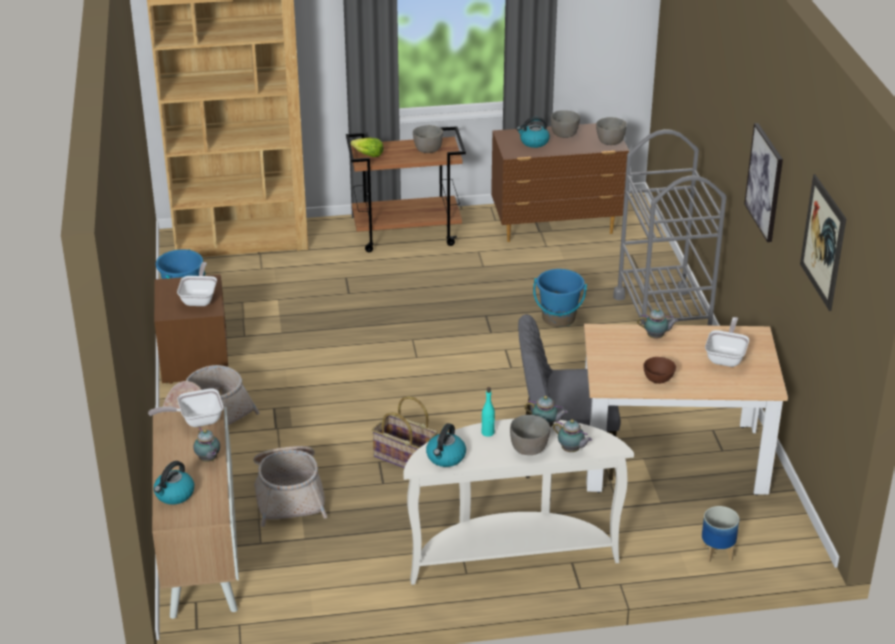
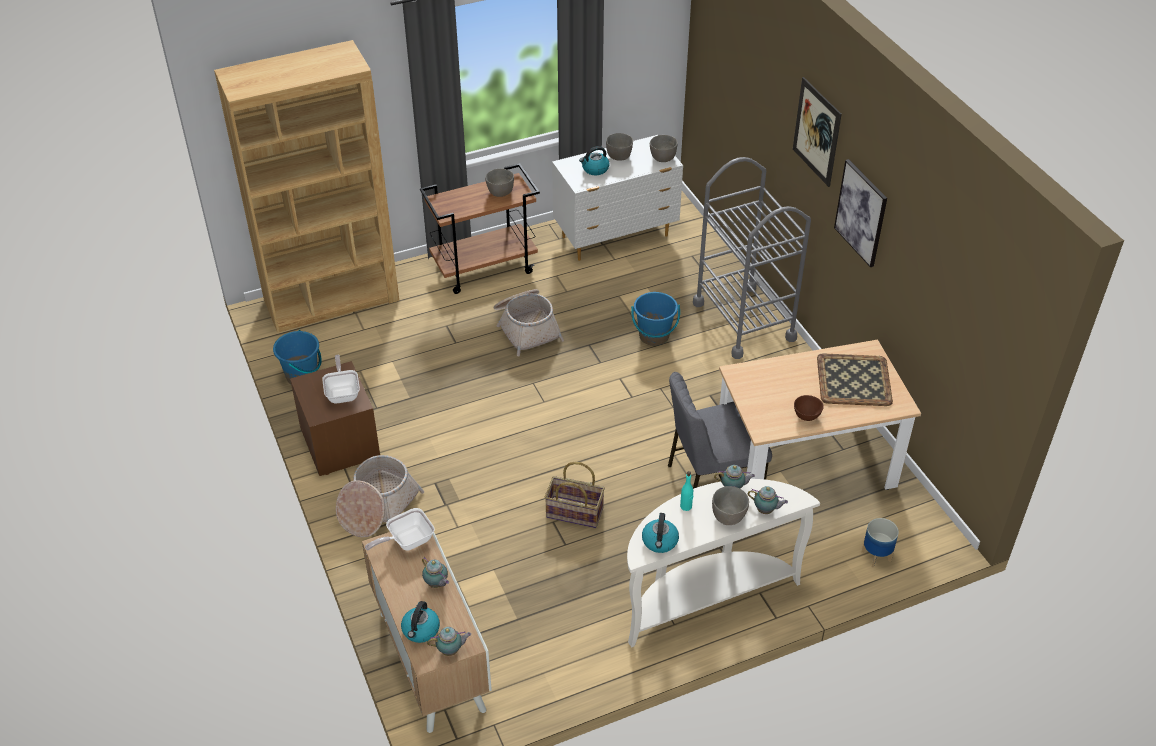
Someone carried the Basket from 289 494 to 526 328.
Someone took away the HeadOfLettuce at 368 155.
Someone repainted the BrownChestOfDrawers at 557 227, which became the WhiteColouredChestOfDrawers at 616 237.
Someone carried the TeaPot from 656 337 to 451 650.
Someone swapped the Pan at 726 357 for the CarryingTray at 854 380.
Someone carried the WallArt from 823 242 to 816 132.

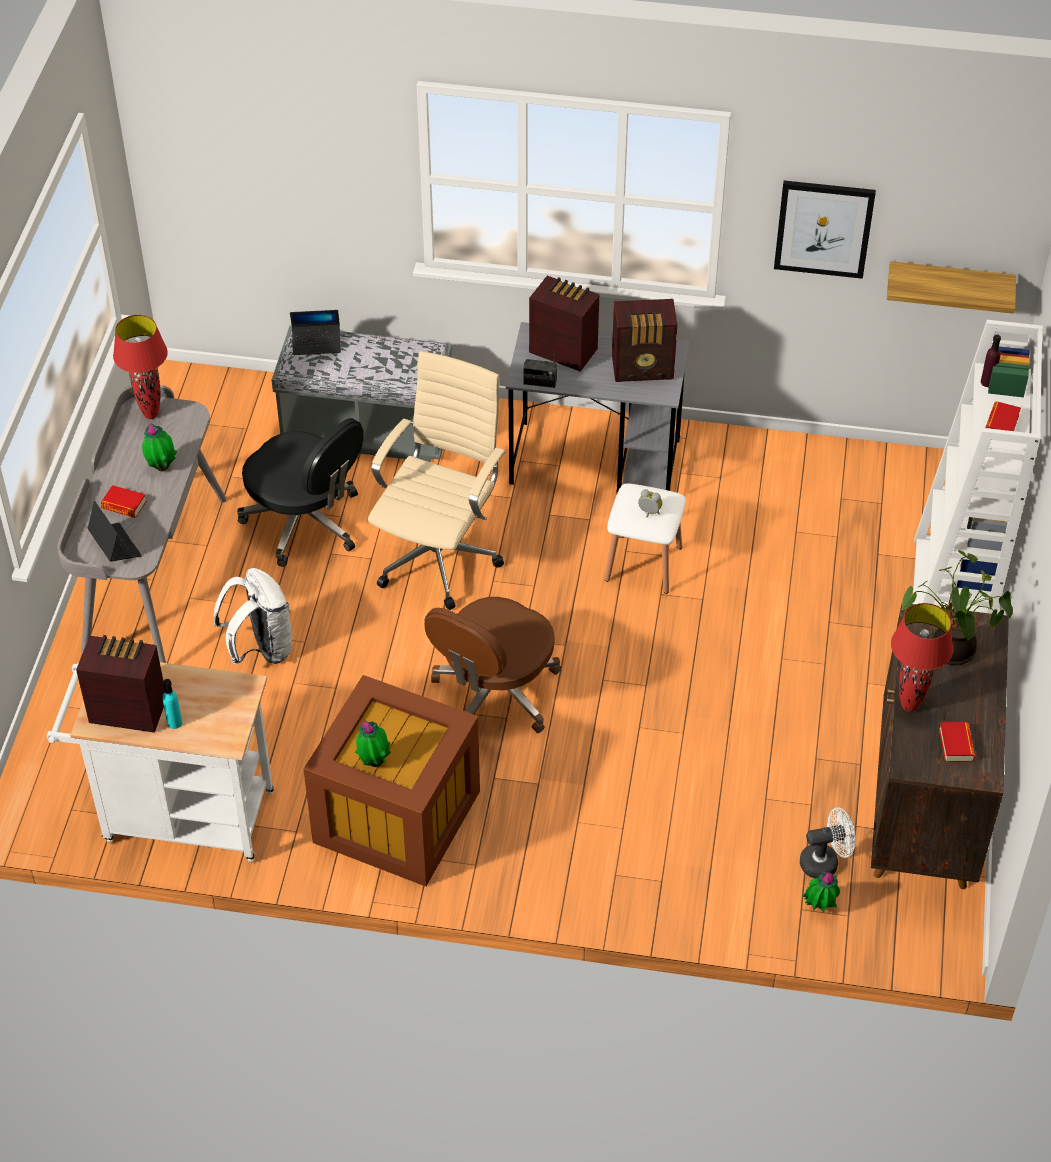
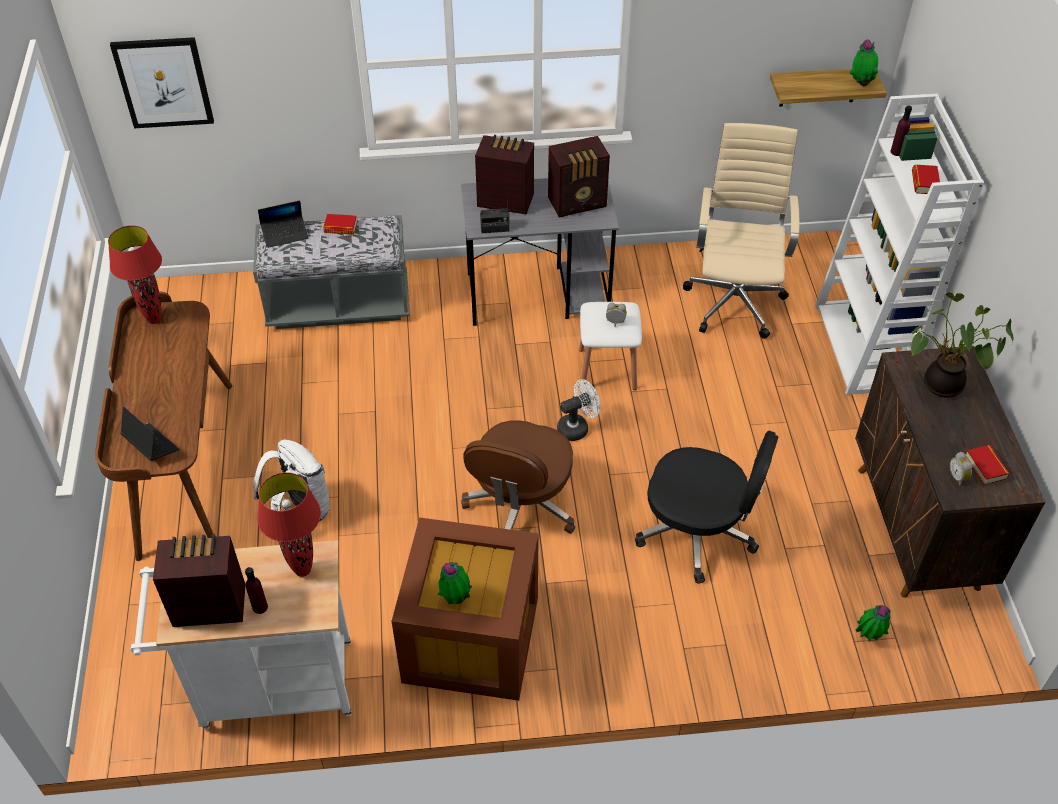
Someone repainted the GreyishDeskUnit at 153 578, which became the BrownDeskUnit at 184 467.
Someone carried the Book from 124 505 to 340 227.
Someone carried the PlantInAPot from 161 467 to 860 83.
Someone repainted the TurquoiseColouredBottle at 174 722, which became the PurplishBottle at 260 607.
Someone carried the BlackColouredDeskChair from 306 522 to 698 532.
Someone carried the SandColouredDeskChair from 440 556 to 734 300.
Someone carried the WallArt from 824 228 to 163 82.
Someone carried the WhiteColouredElectricFan from 825 862 to 577 427.
Someone carried the RedColouredTableLamp from 908 706 to 302 570.
Someone put down the TableClock at 958 477.

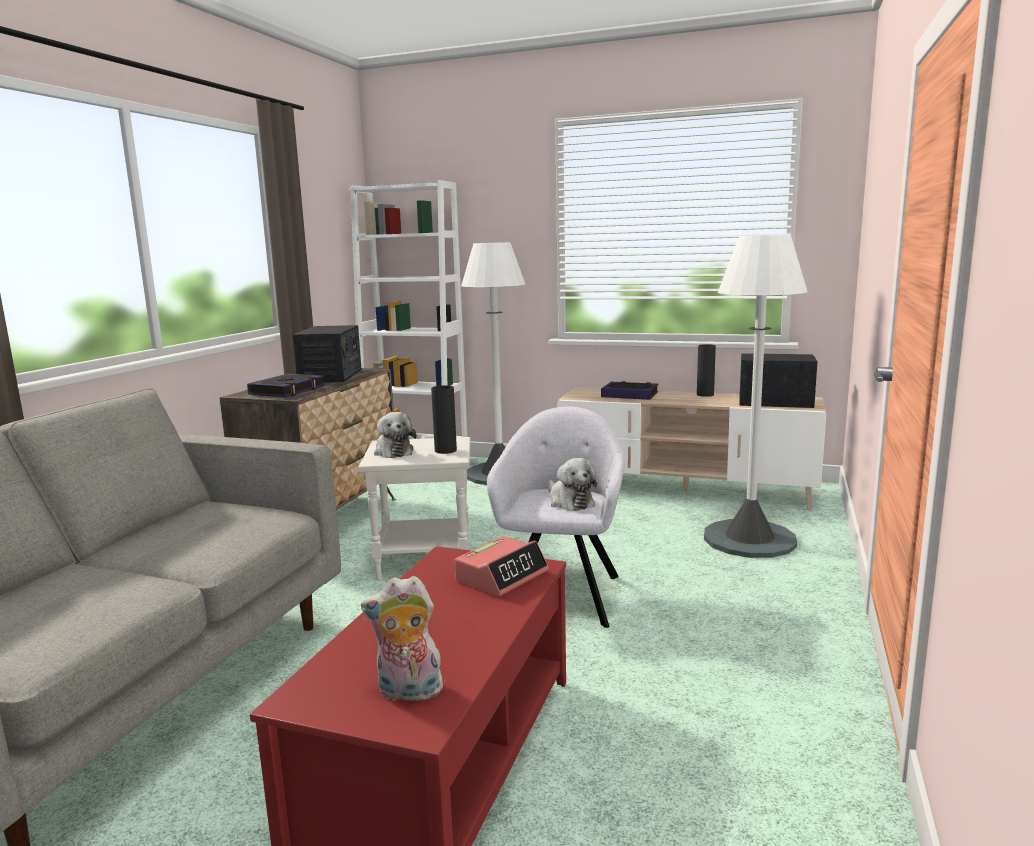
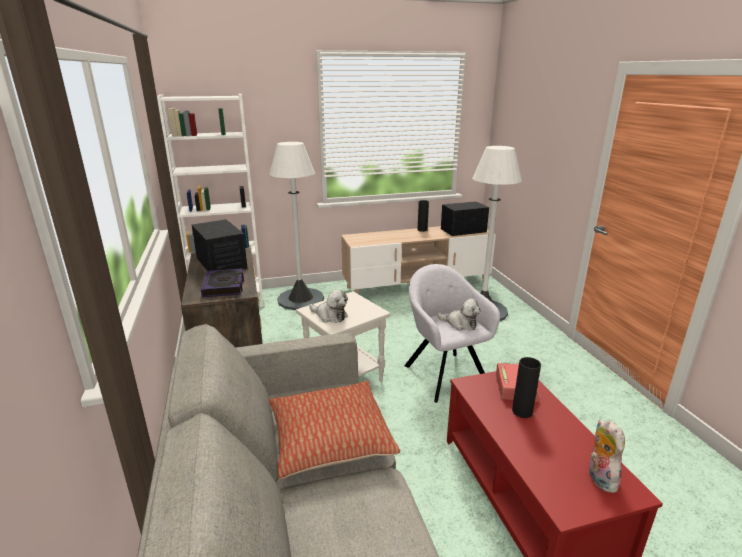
Someone rotated the CuddlyToy at 408 693 by 120 degrees clockwise.
Someone carried the BlackColouredFlowerVase from 445 450 to 522 411.
Someone took away the Book at 629 395.
Someone put down the Cushion at 330 439.

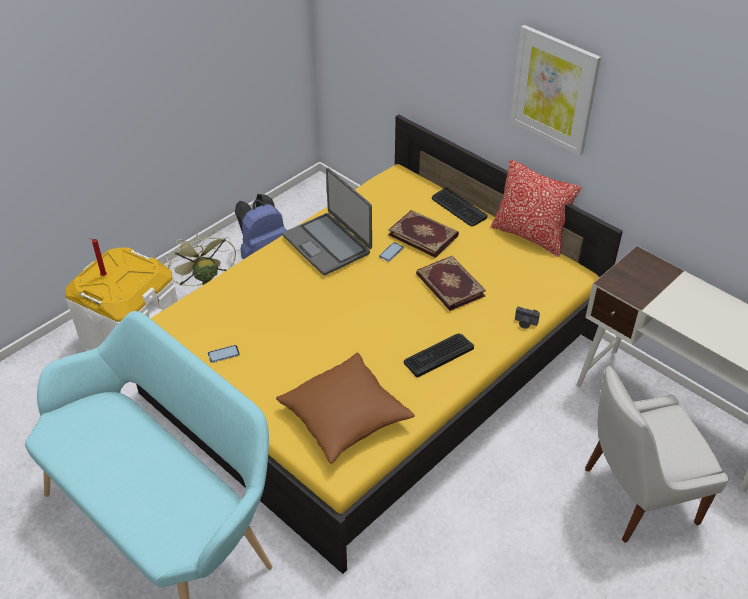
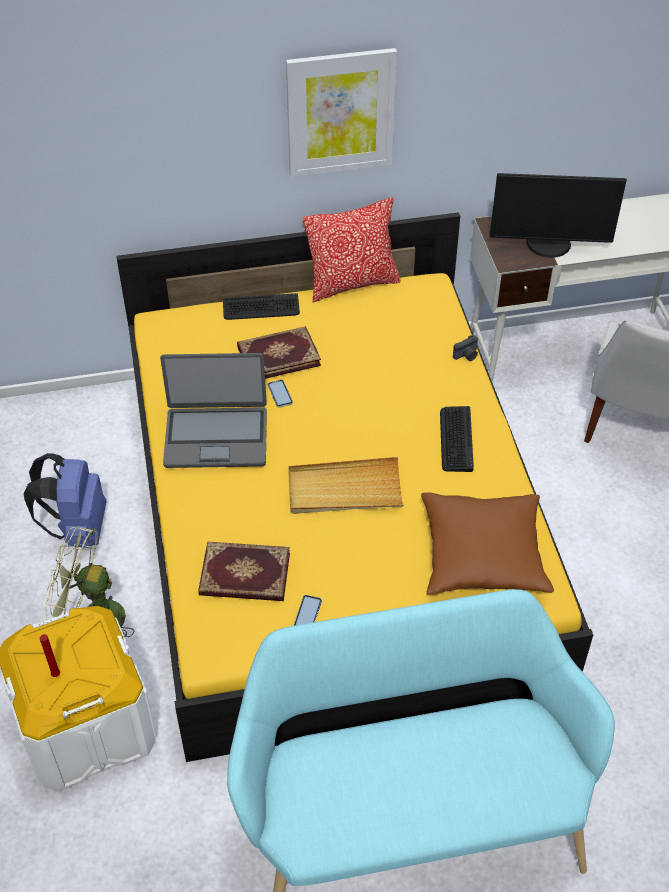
Someone carried the Book from 449 286 to 244 576.
Someone put down the SandColouredCarryingTray at 344 490.
Someone put down the Monitor at 548 245.

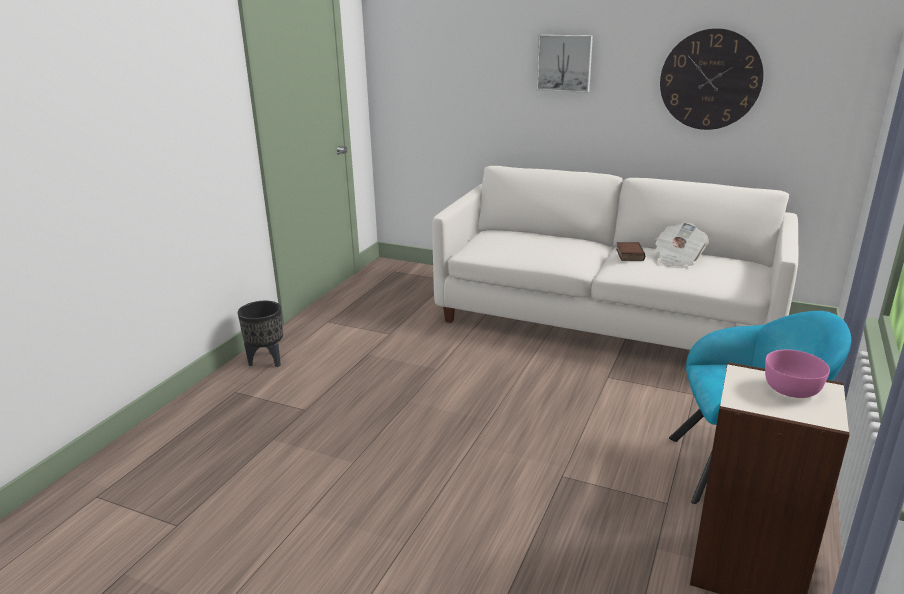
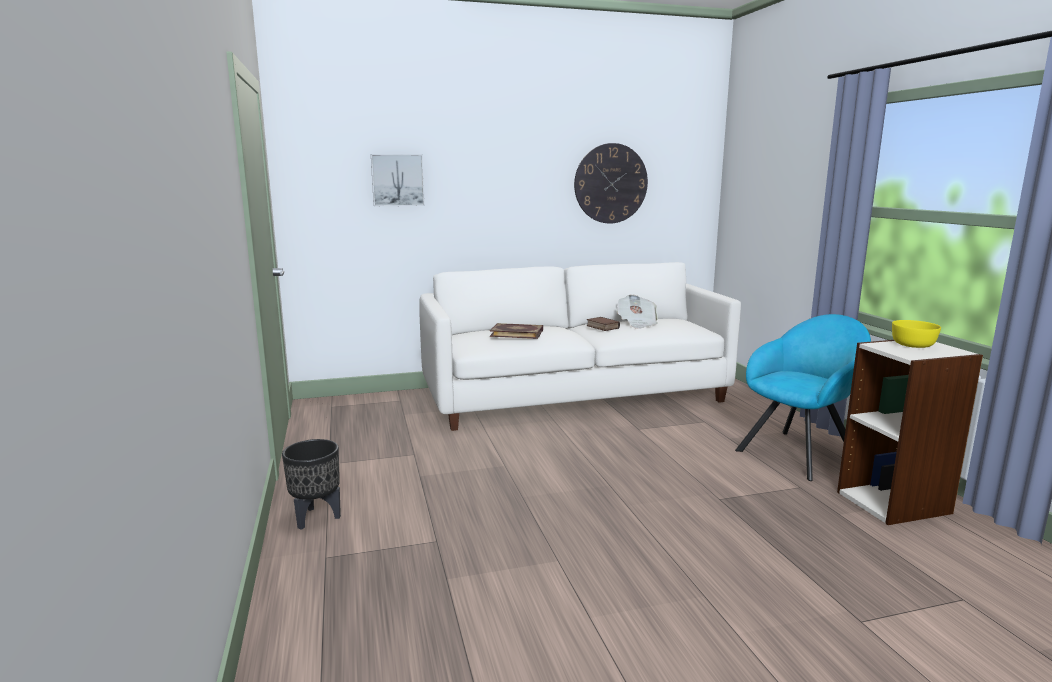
Someone carried the WallArt from 564 63 to 397 180.
Someone repainted the PinkBowl at 791 389, which became the YellowBowl at 913 345.
Someone put down the Book at 517 333.

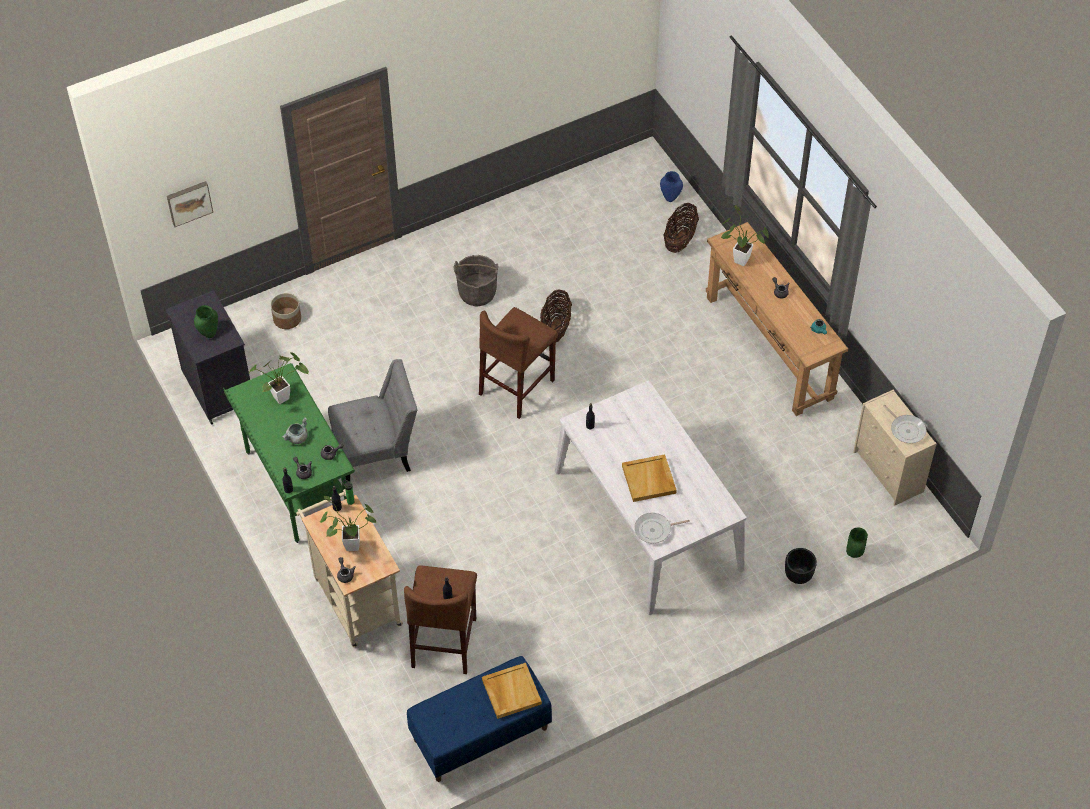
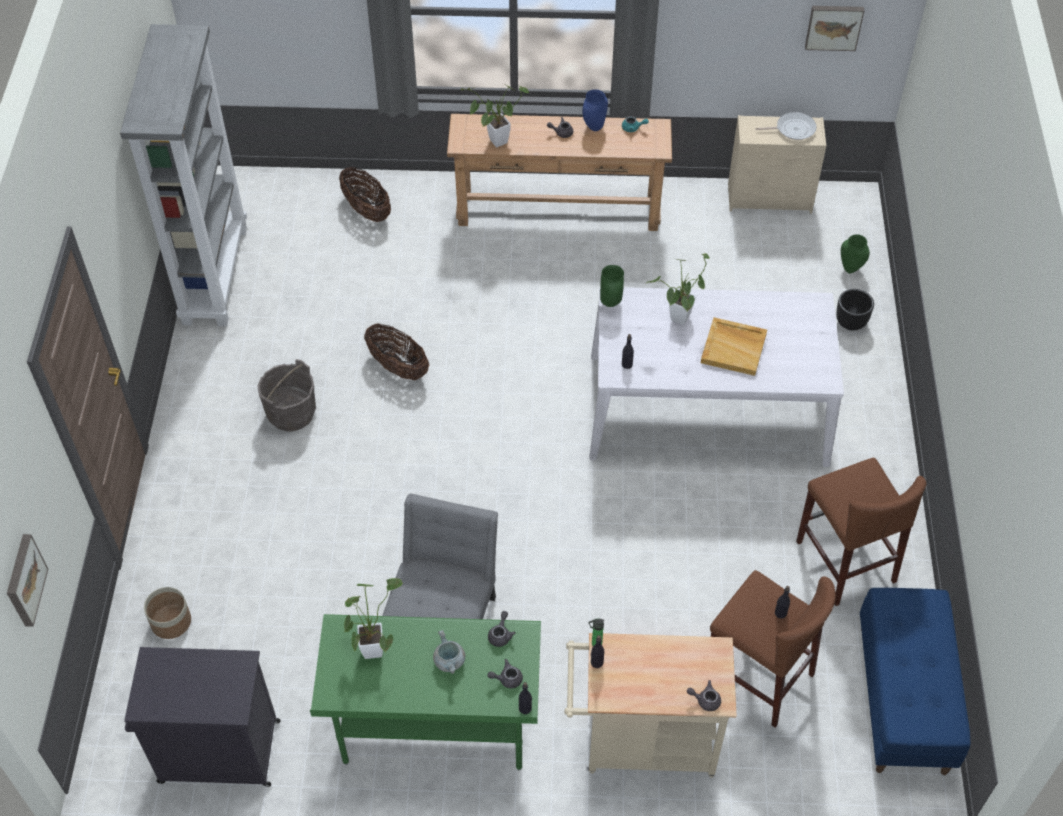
Someone carried the GreenishFlowerVase from 209 334 to 610 303.
Someone carried the PlantInAPot from 348 546 to 677 321.
Someone carried the BrownStool from 517 387 to 845 561.
Someone took away the SandColouredCarryingTray at 511 691.
Someone took away the Pan at 655 530.
Someone carried the BlueFlowerVase from 670 198 to 593 127.
Someone put down the GreyishBookshelf at 214 274.
Someone put up the WallArt at 833 26.

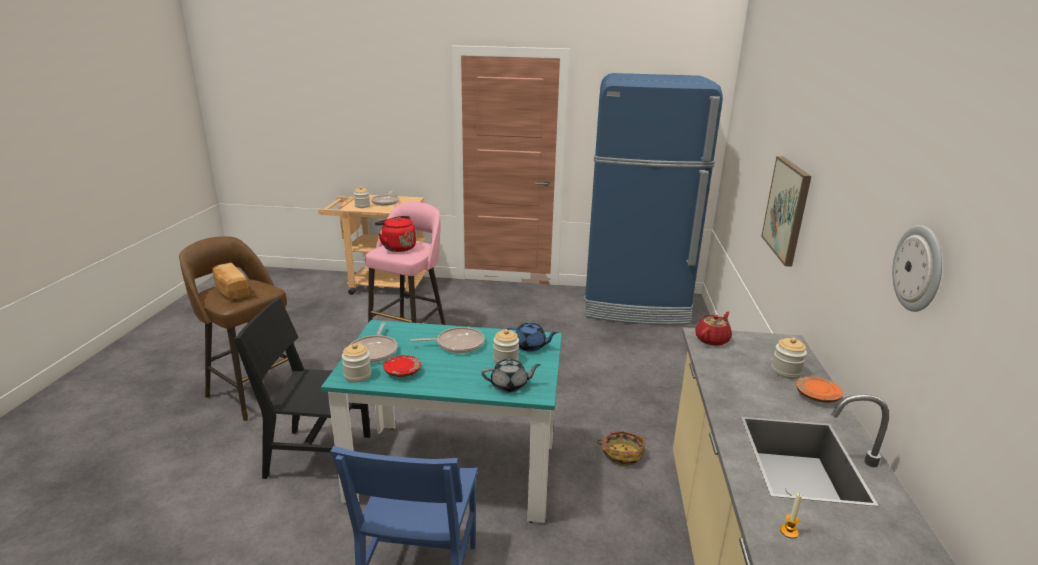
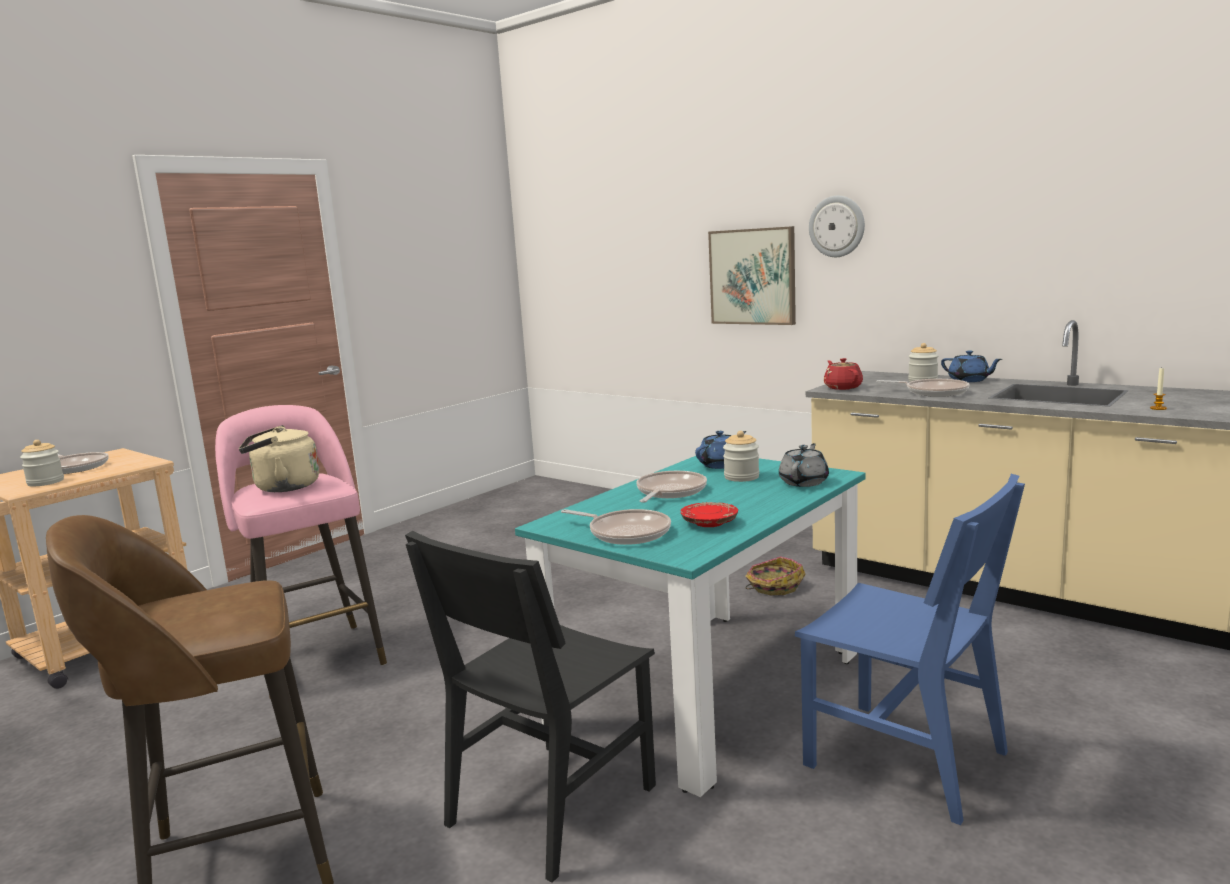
Someone took away the Bread at 231 291.
Someone took away the Jar at 357 375.
Someone repainted the RedColouredTeaKettle at 397 247, which became the SandColouredTeaKettle at 283 487.
Someone took away the BlueFridge at 635 306.
Someone swapped the OrangeFlatDish at 817 396 for the BlueTeaPot at 969 380.
Someone carried the WallClock from 919 268 to 837 226.
Someone put down the Pan at 933 392.

